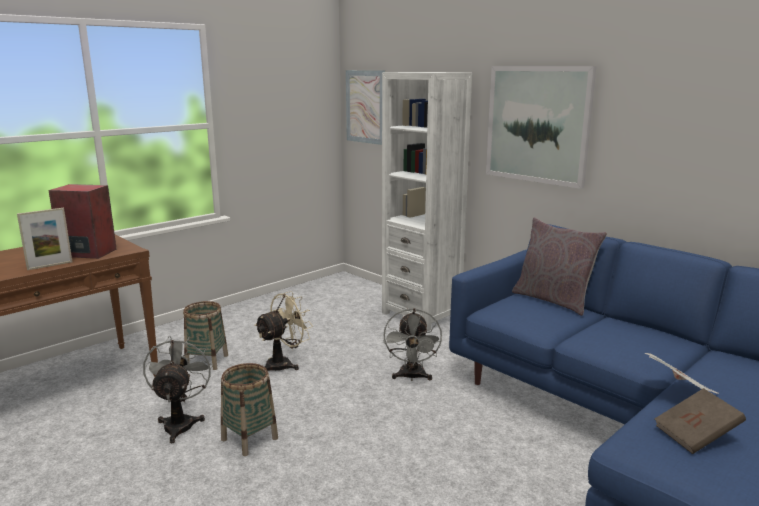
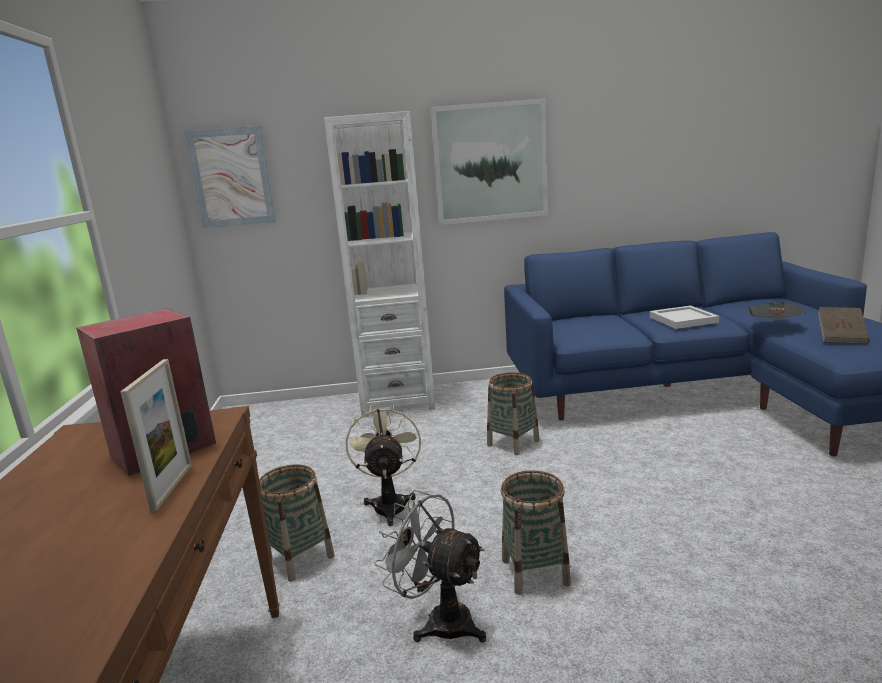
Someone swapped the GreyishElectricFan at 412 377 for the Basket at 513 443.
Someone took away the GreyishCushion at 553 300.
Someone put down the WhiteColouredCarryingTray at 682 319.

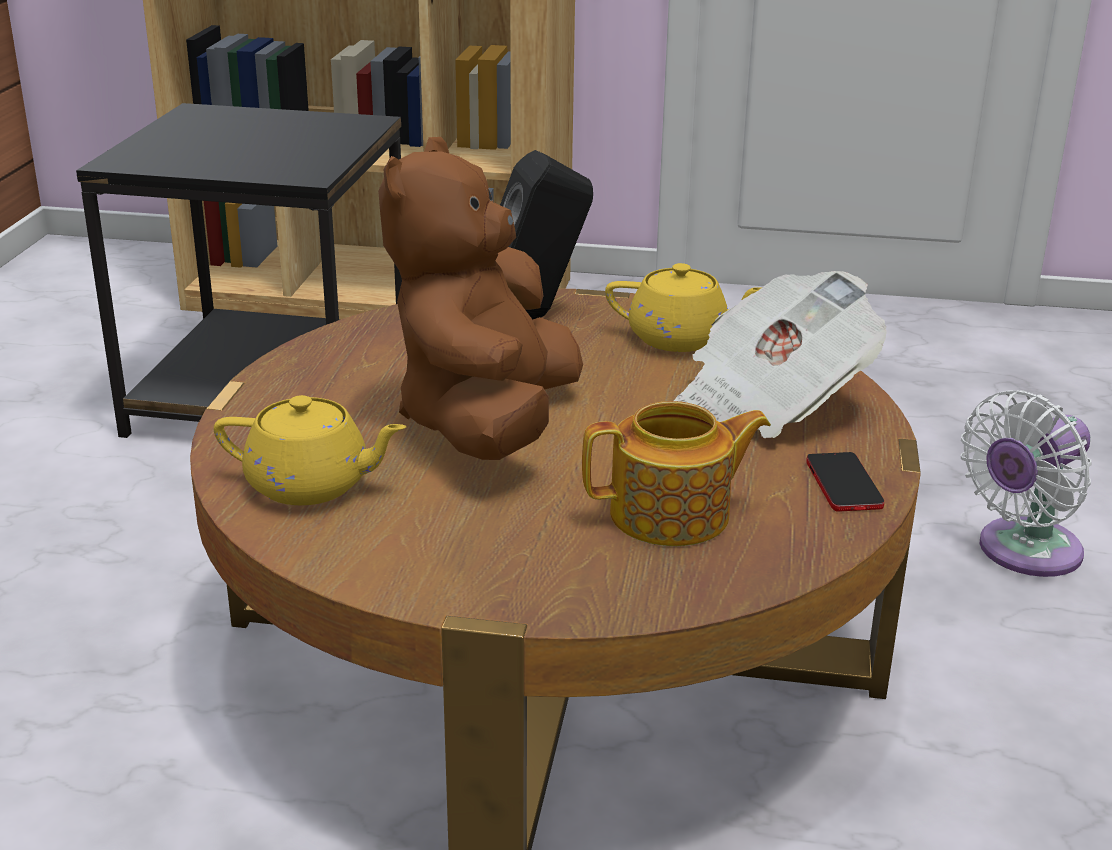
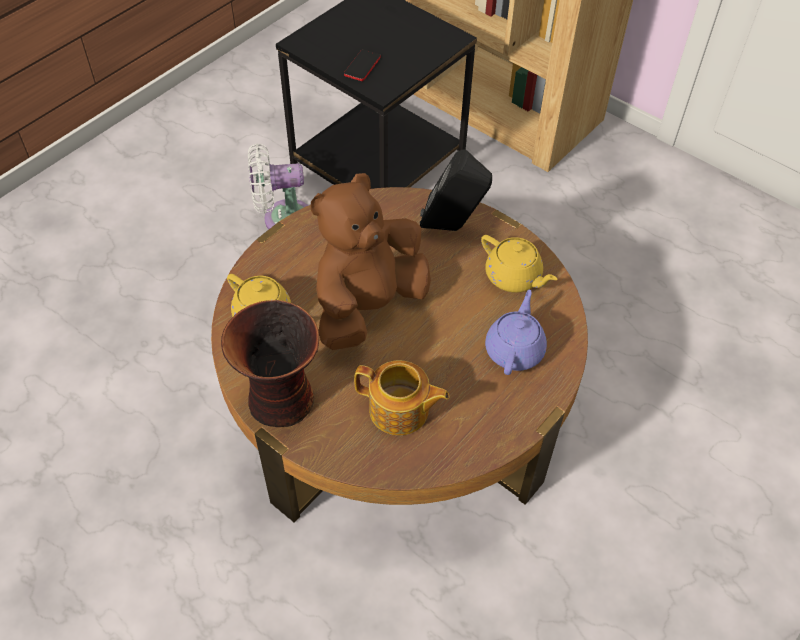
Someone swapped the DailyPaper at 769 402 for the PurplishTeaPot at 514 349.
Someone carried the Handset from 844 484 to 362 66.
Someone carried the WhiteColouredElectricFan from 1022 552 to 282 219.
Someone put down the FlowerVase at 281 402.

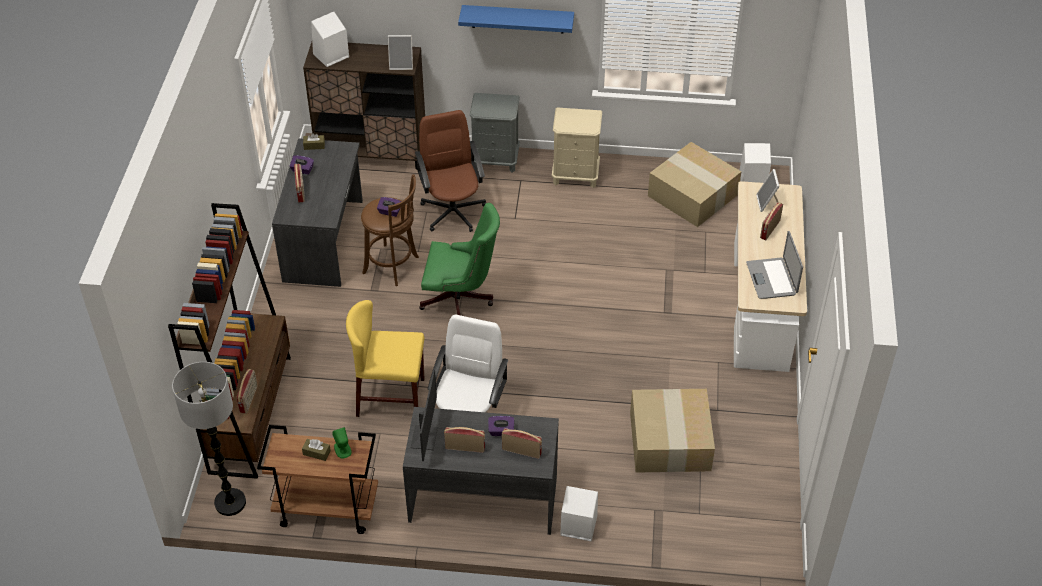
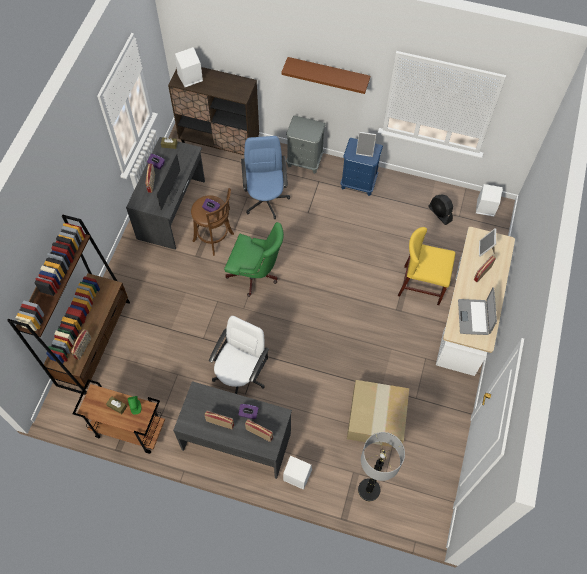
Someone carried the StandingLamp from 230 503 to 369 490.
Someone carried the YellowChair from 390 397 to 421 285.
Someone carried the PictureFrame from 401 64 to 365 150.
Someone carried the Monitor from 425 437 to 169 194.
Someone repainted the BrownDeskChair at 453 211, which became the BlueDeskChair at 265 199.
Someone repainted the BlueBracketShelf at 517 19, which became the BrownBracketShelf at 328 73.
Someone repainted the SandColouredBedsideTable at 575 175, which became the BlueBedsideTable at 358 183.
Someone swapped the PackingBox at 694 195 for the BlackColouredElectricFan at 440 214.

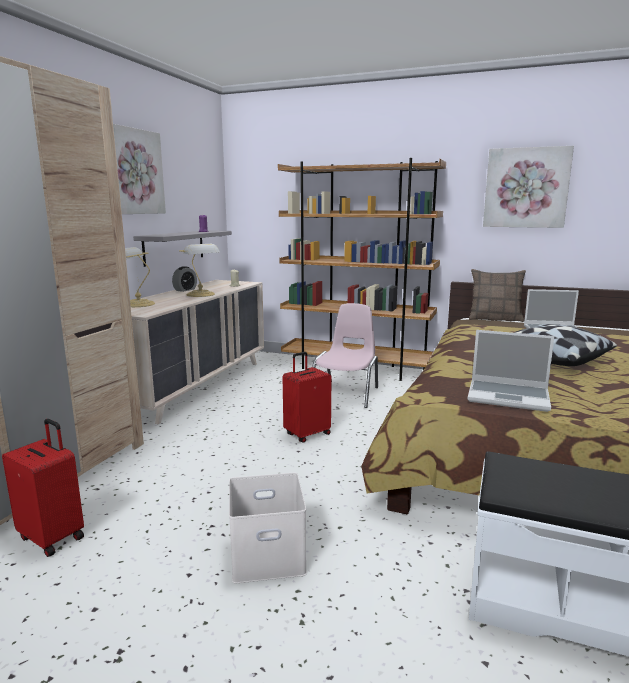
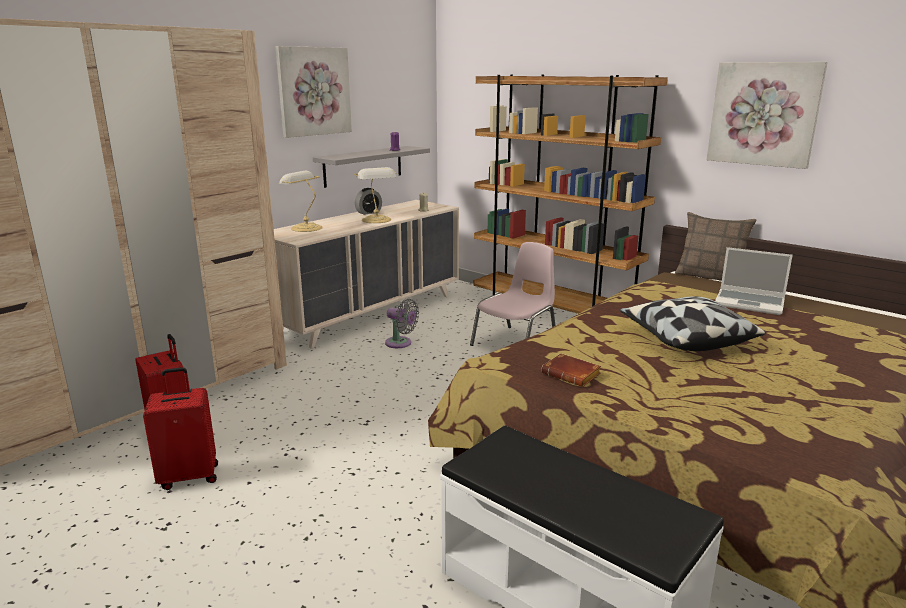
Someone took away the WhiteColouredStorageBox at 269 554.
Someone carried the RedColouredTravelCase from 307 434 to 189 476.
Someone swapped the Laptop at 509 396 for the BrownBook at 572 375.
Someone put down the GreyishElectricFan at 400 343.

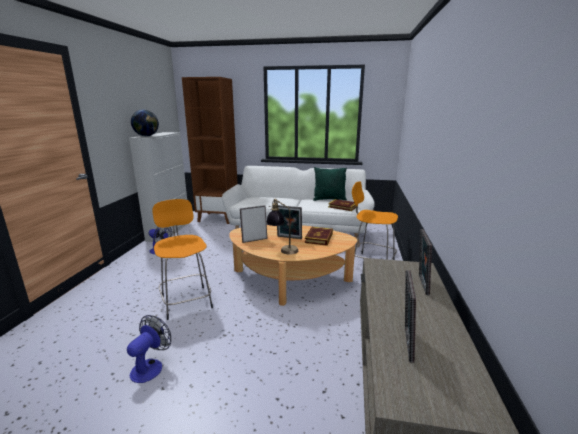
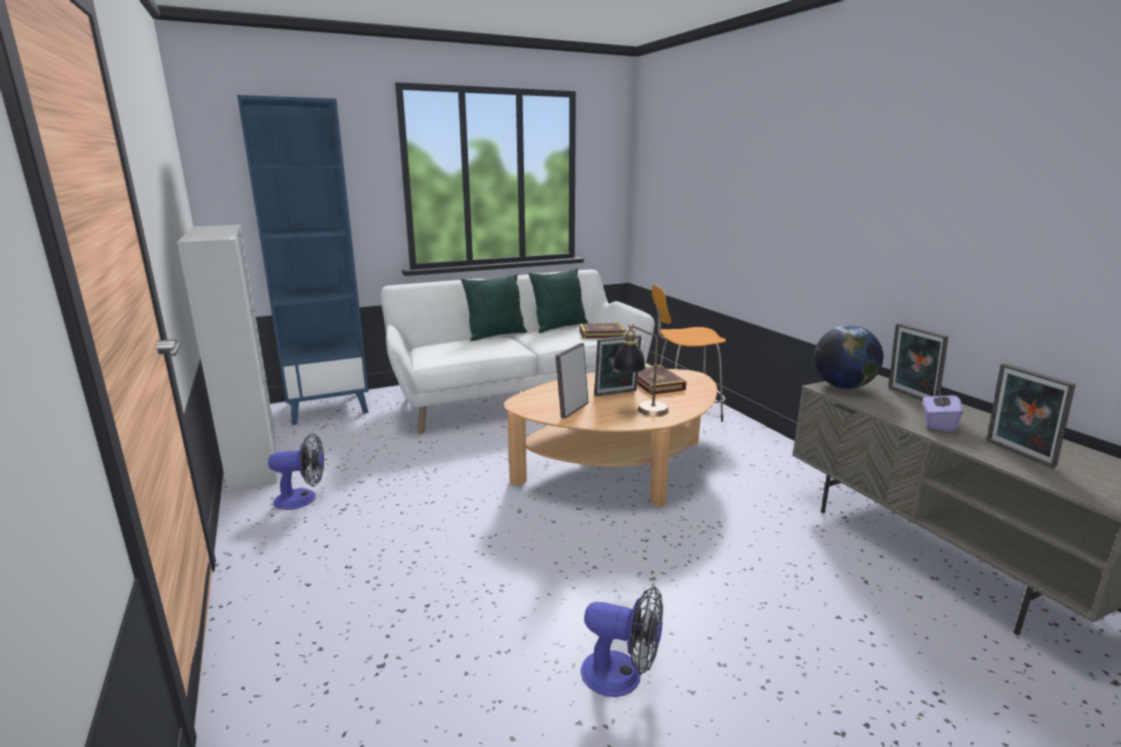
Someone rotated the ElectricFan at 150 366 by 120 degrees clockwise.
Someone carried the Globe from 146 136 to 843 386.
Someone took away the OrangeStool at 186 301.
Someone repainted the BrownBookshelf at 218 218, which became the BlueBookshelf at 328 408.
Someone put down the GreenishCushion at 496 336.
Someone put down the PurplishTissueBox at 937 424.

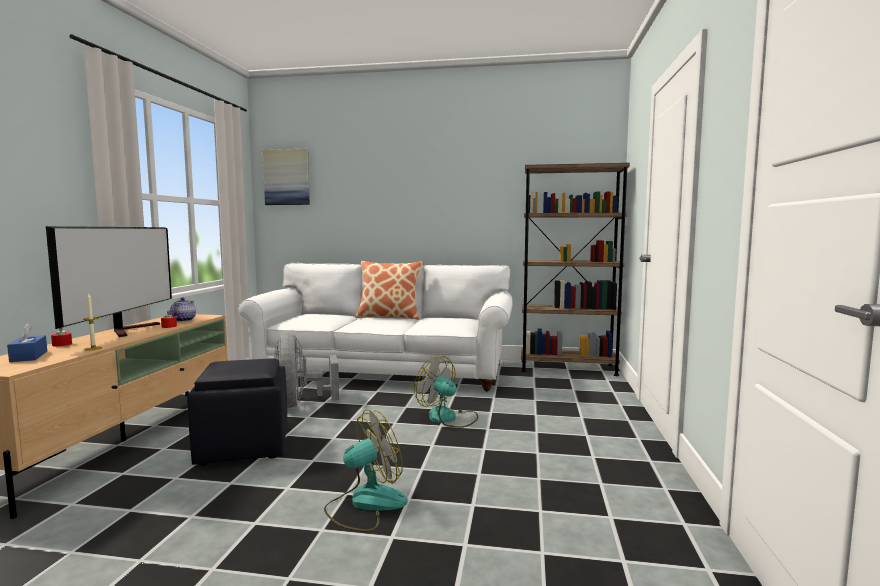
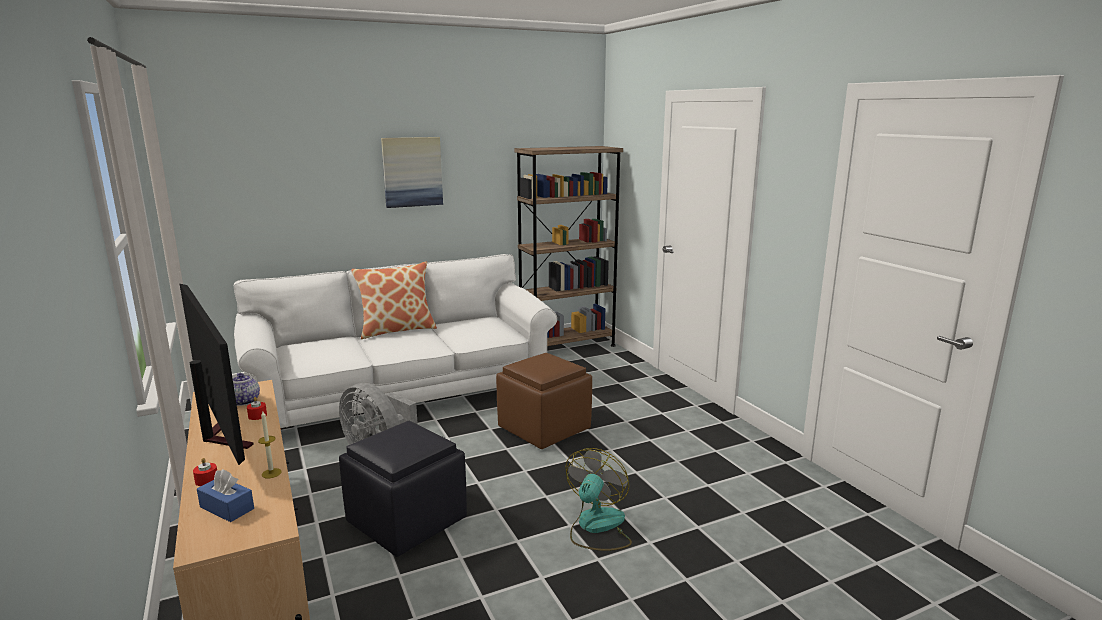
Someone carried the WallArt from 287 177 to 412 172.
Someone swapped the ElectricFan at 448 418 for the BrownFootrest at 544 429.

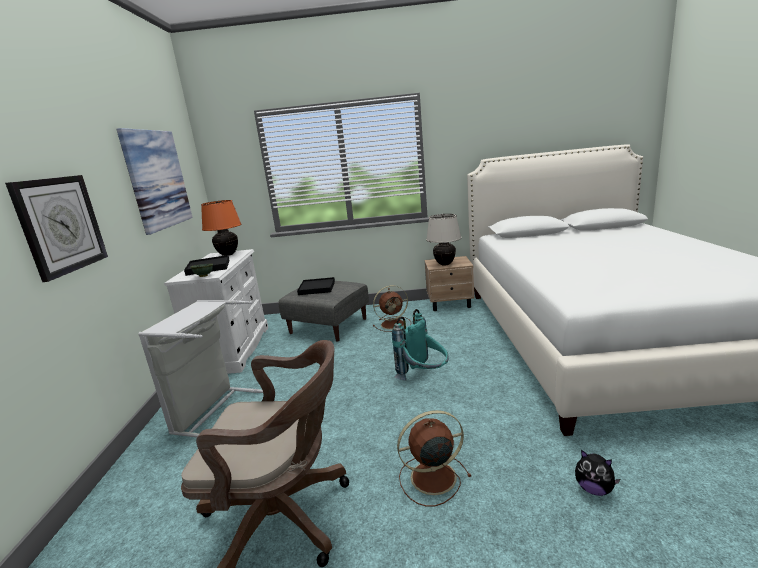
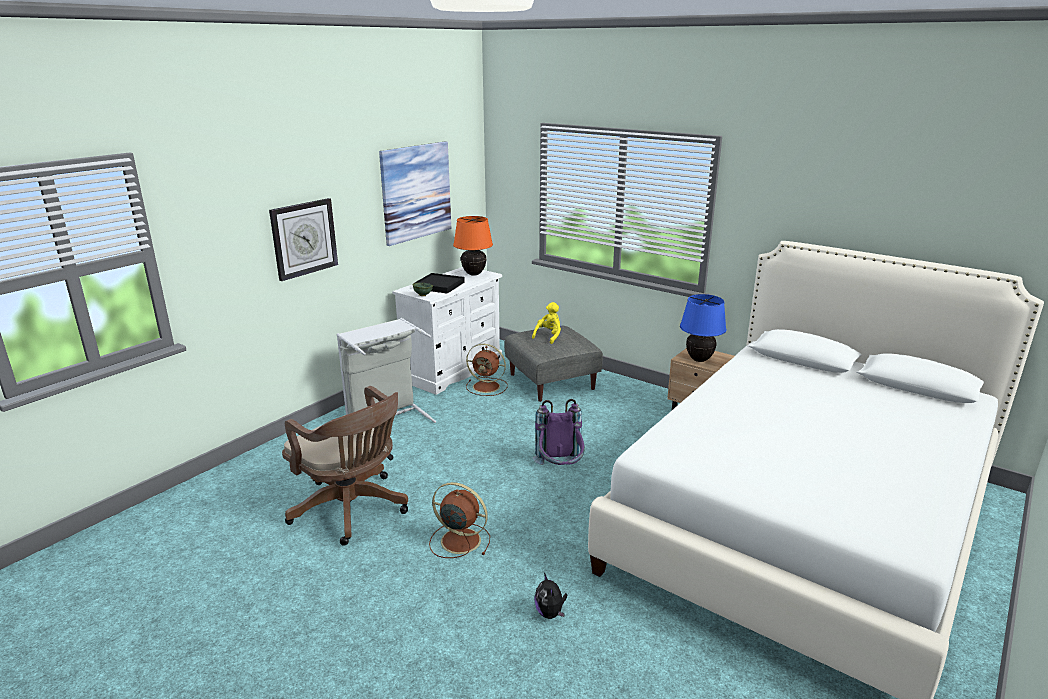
Someone swapped the BlackColouredCarryingTray at 317 288 for the YellowCuddlyToy at 549 336.
Someone carried the BrownElectricFan from 393 324 to 487 387.
Someone repainted the TurquoiseColouredKnapsack at 424 378, which became the PurplishKnapsack at 560 471.
Someone repainted the SandColouredTableLamp at 444 264, which became the BlueTableLamp at 699 359.

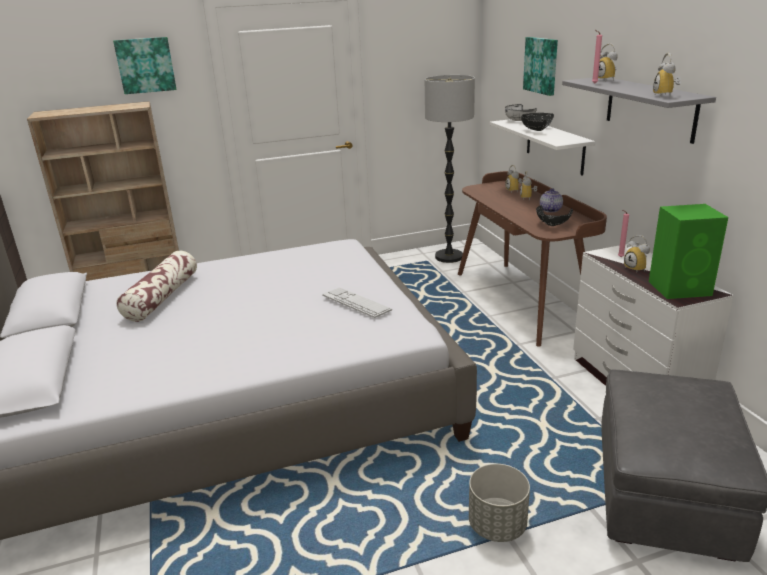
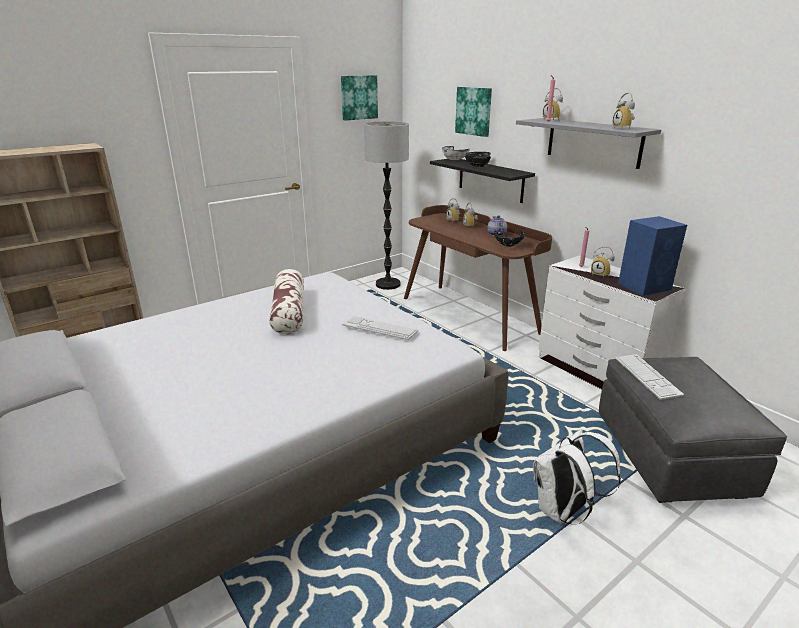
Someone carried the WallArt from 145 65 to 358 97.
Someone carried the Cushion from 162 297 to 289 312.
Someone swapped the GreyishPlantPot at 497 526 for the WhiteColouredKnapsack at 563 511.
Someone repainted the WhiteColouredBracketShelf at 554 145, which became the BlackColouredBracketShelf at 490 180.
Someone repainted the GreenishLoudspeaker at 681 288, which became the BlueLoudspeaker at 645 286.
Someone put down the PcKeyboard at 647 376.

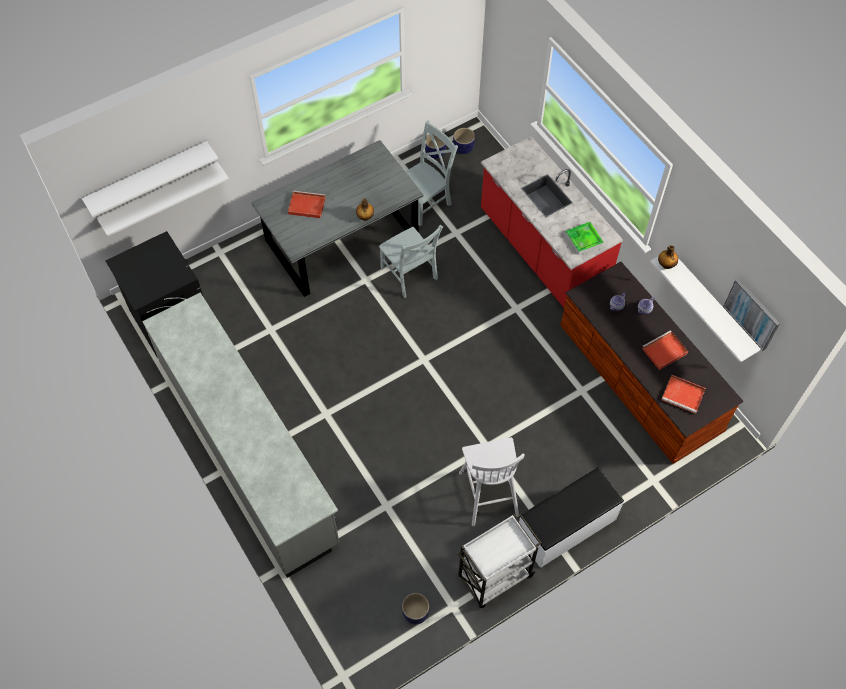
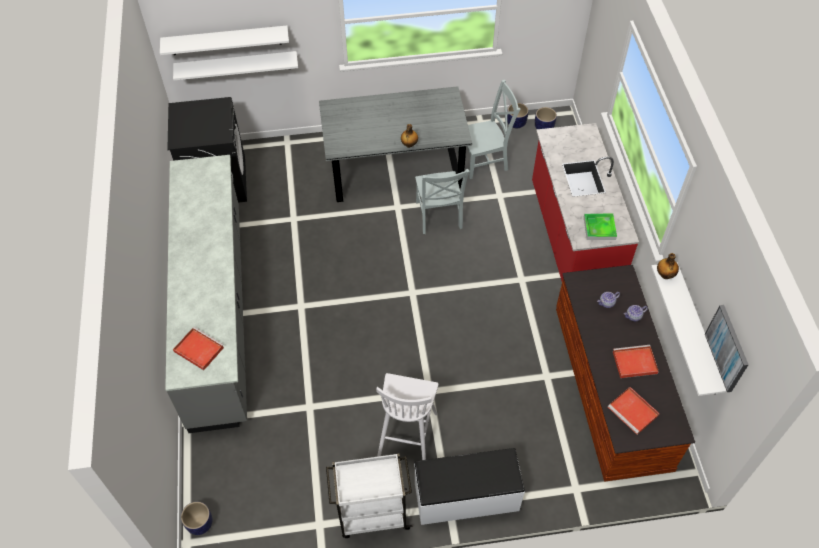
Someone carried the RedColouredCarryingTray from 306 206 to 198 349.
Someone carried the PlantPot from 415 612 to 200 523.

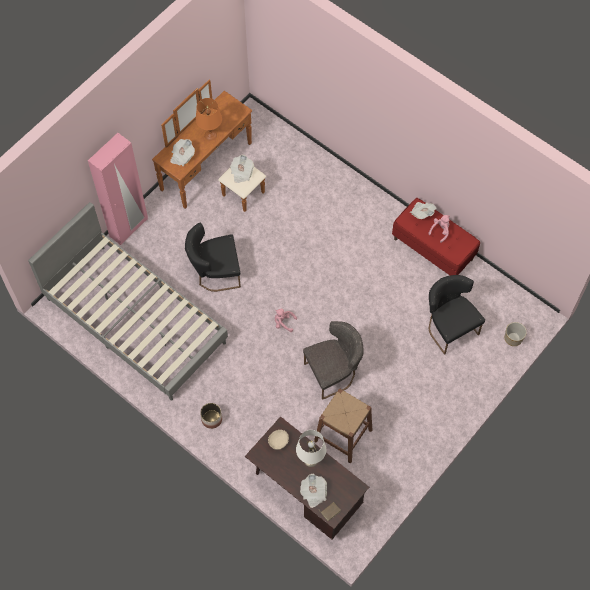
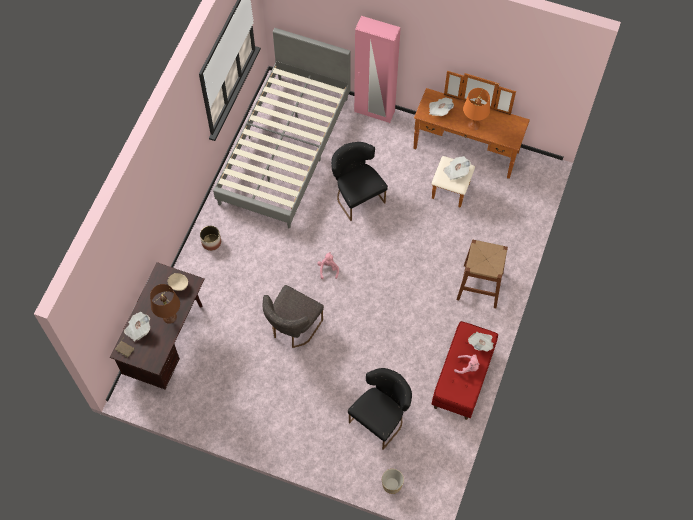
Someone repainted the WhiteColouredTableLamp at 310 460, which became the BrownTableLamp at 169 317.
Someone rotated the GreyishChair at 333 372 by 75 degrees clockwise.
Someone carried the BrownStool from 343 435 to 480 286.

